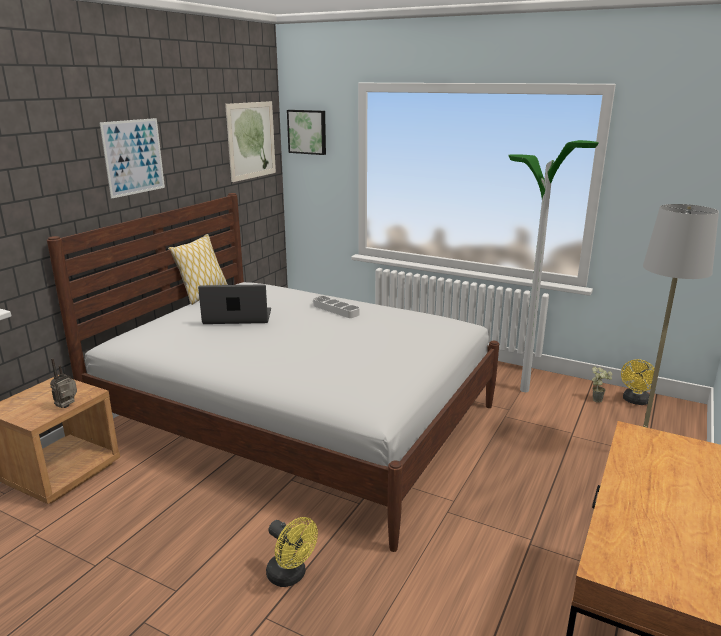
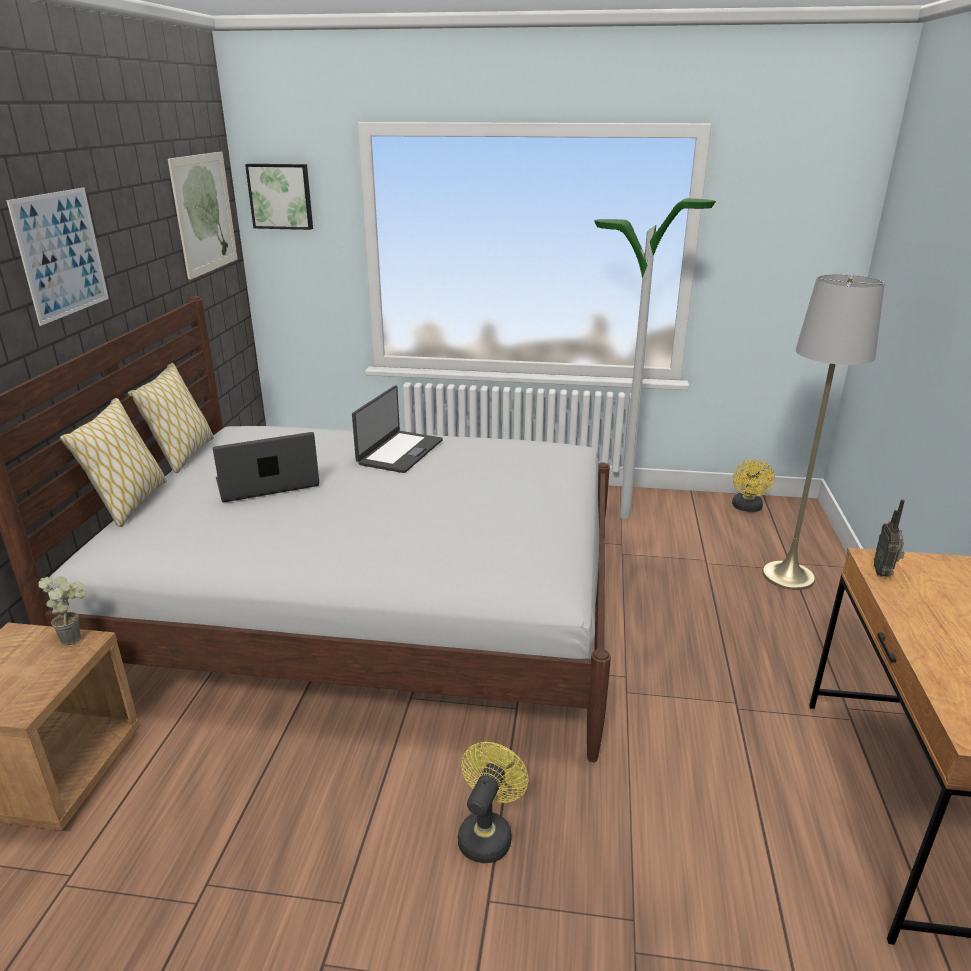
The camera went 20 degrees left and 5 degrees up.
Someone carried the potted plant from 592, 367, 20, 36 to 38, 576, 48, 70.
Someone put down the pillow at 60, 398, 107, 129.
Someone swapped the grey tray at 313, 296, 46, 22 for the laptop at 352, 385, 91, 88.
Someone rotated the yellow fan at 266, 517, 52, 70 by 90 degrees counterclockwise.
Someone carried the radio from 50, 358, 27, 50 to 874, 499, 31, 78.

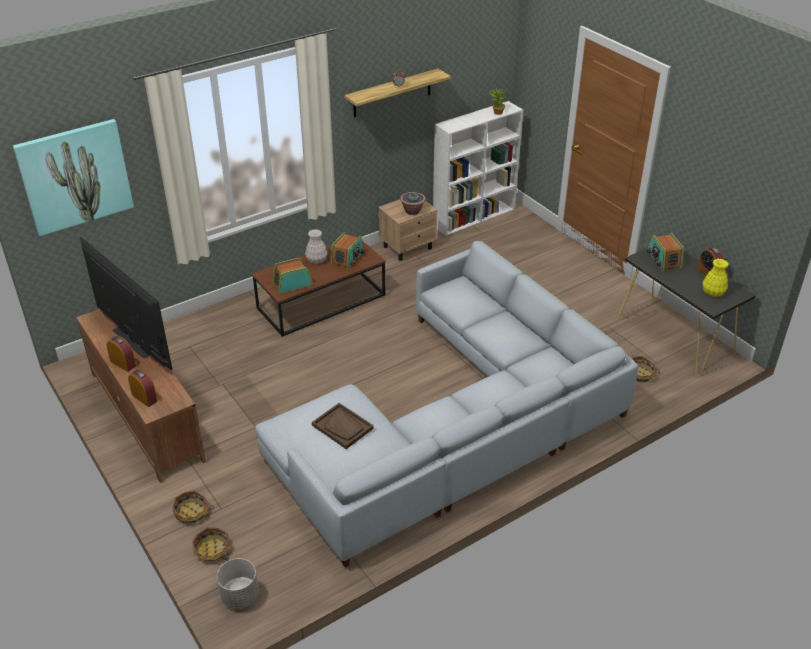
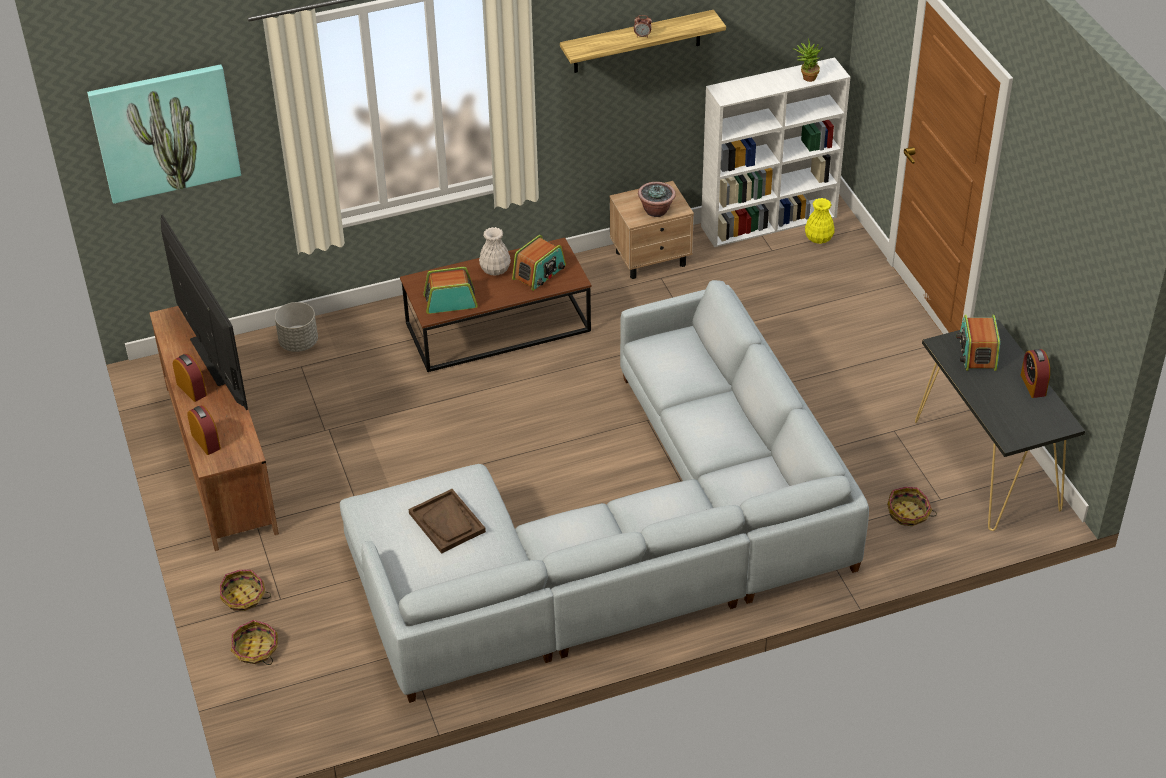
The camera went 15 degrees right and 5 degrees up.
Someone carried the grey planter from 217, 558, 42, 51 to 275, 302, 43, 50.
Someone carried the yellow vase from 703, 259, 26, 38 to 805, 198, 30, 46.

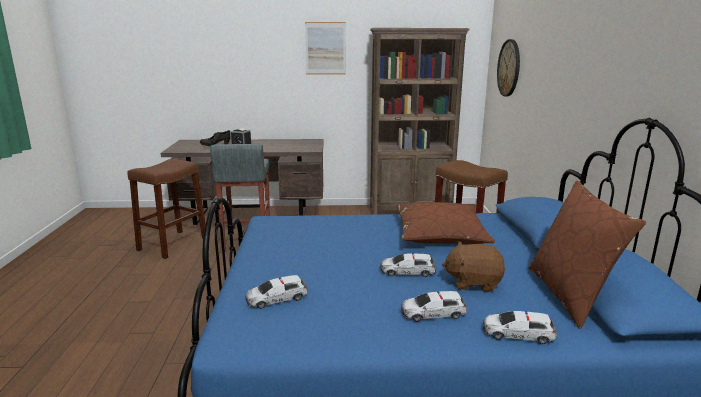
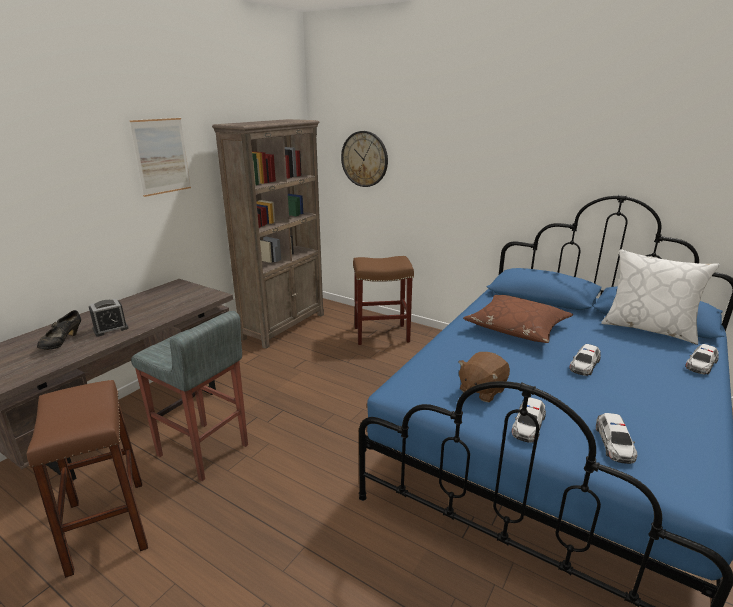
The camera went 55 degrees left and 5 degrees up.
Someone carried the brown plush toy from 442, 242, 63, 50 to 458, 352, 52, 50.
Someone carried the toy car from 401, 291, 66, 31 to 512, 398, 34, 45.
Someone repainted the brown pillow at 528, 181, 118, 148, which became the white pillow at 601, 249, 119, 96.

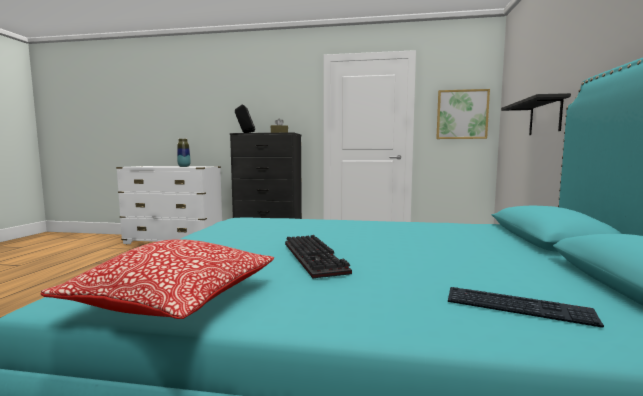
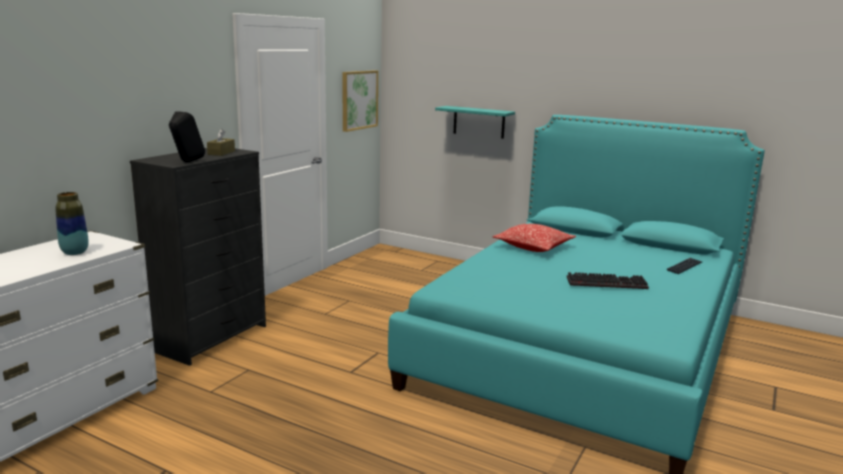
The camera went 70 degrees left and 10 degrees up.
Someone repainted the black shelf at 501, 93, 70, 42, which became the turquoise shelf at 435, 106, 80, 33.
Someone carried the pillow from 41, 239, 233, 80 to 493, 224, 83, 28.

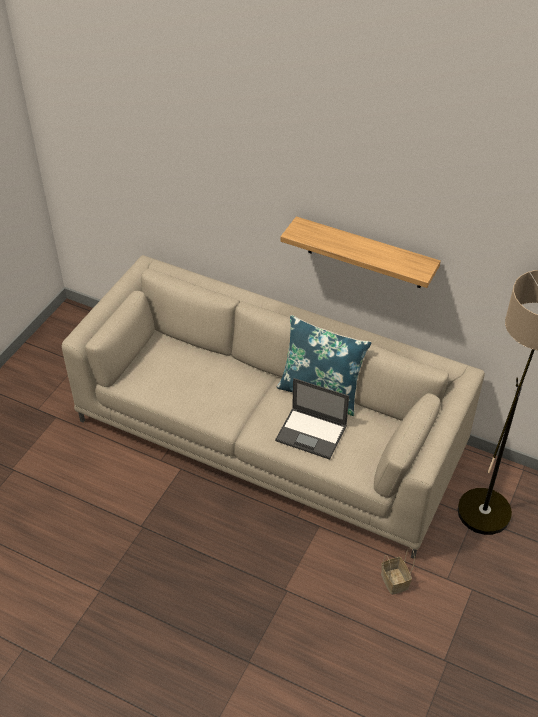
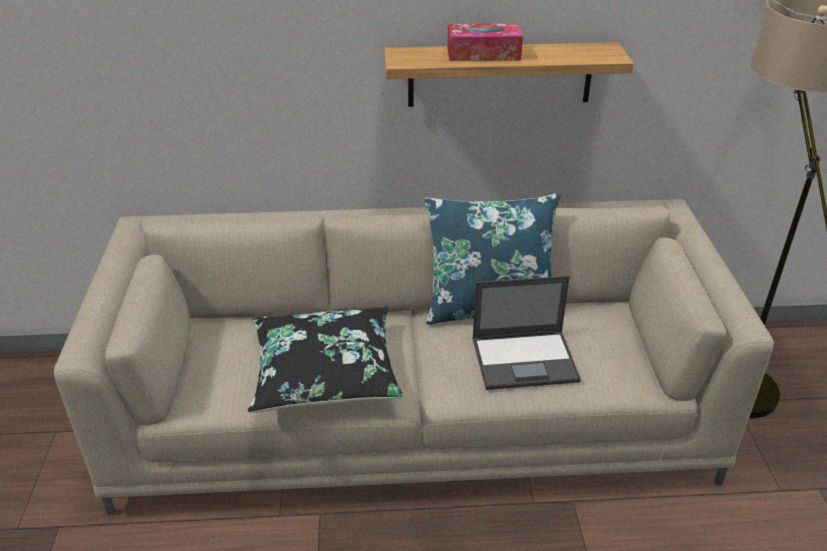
The camera went 30 degrees left and 10 degrees down.
Someone put down the black pillow at 248, 307, 156, 106.
Someone put down the tissue box at 447, 23, 76, 38.
Someone took away the basket at 381, 547, 34, 48.

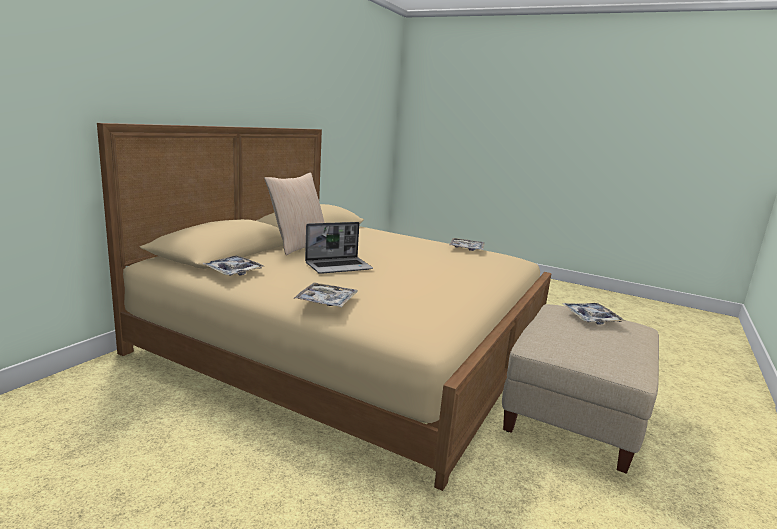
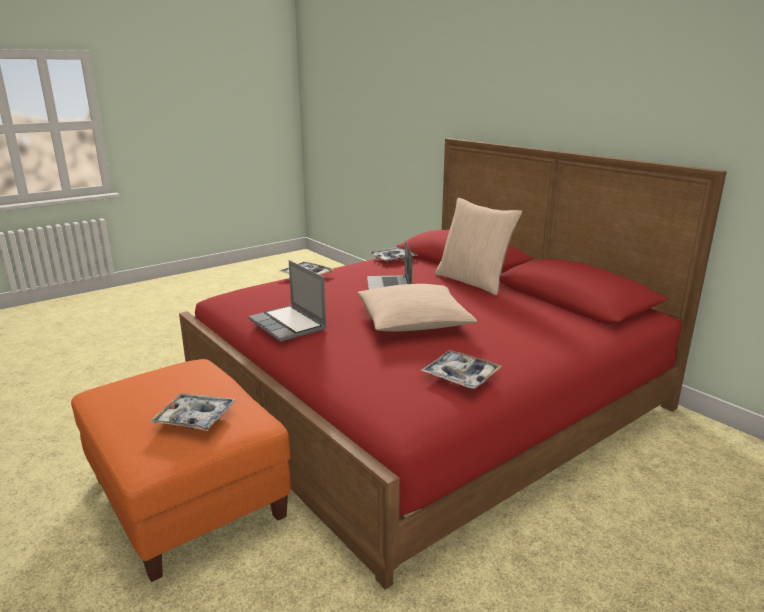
The camera went 115 degrees right and 5 degrees up.
Someone repainted the beige ottoman at 502, 304, 157, 170, which became the orange ottoman at 71, 359, 220, 223.
Someone repainted the beige bed at 97, 123, 455, 368, which became the red bed at 179, 138, 548, 452.
Someone put down the laptop at 248, 260, 79, 82.
Someone put down the beige pillow at 357, 284, 120, 48.

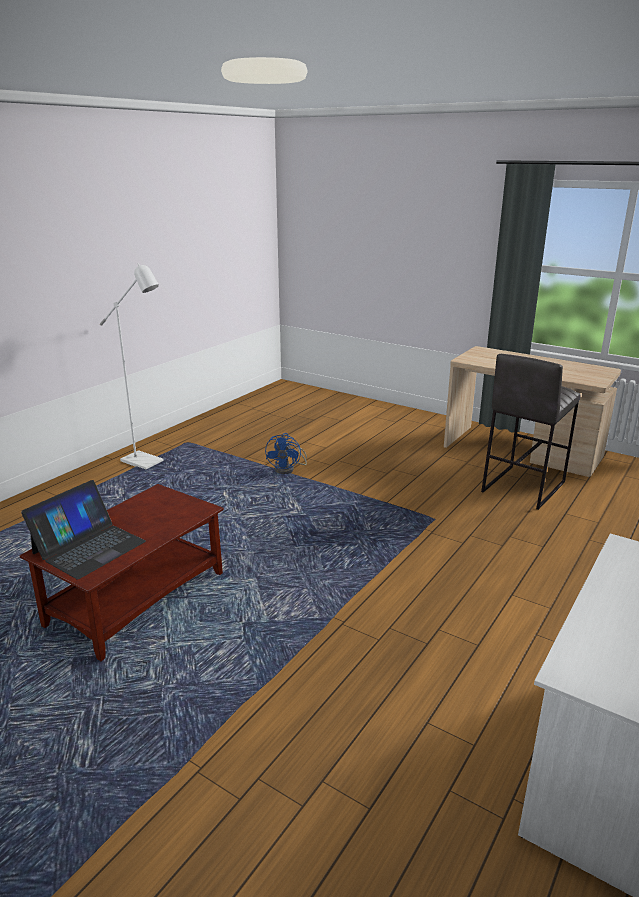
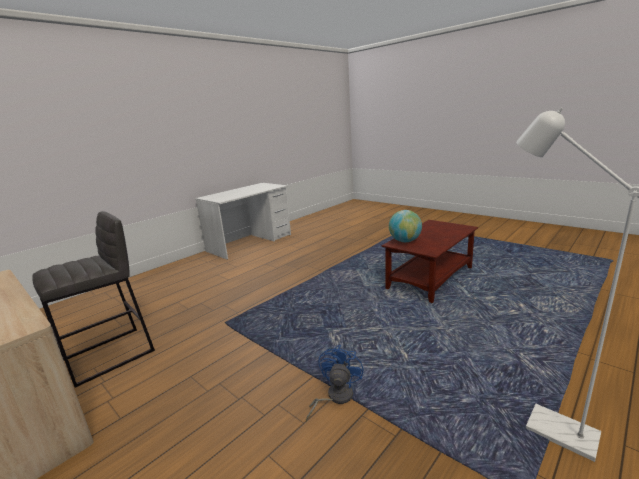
The camera went 170 degrees left and 5 degrees down.
Someone put down the globe at 389, 210, 33, 32.
Someone took away the laptop at 21, 480, 125, 99.

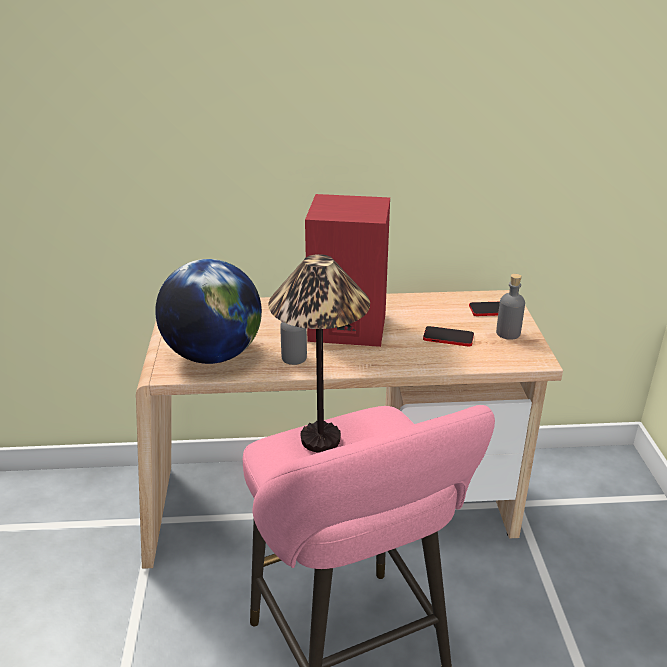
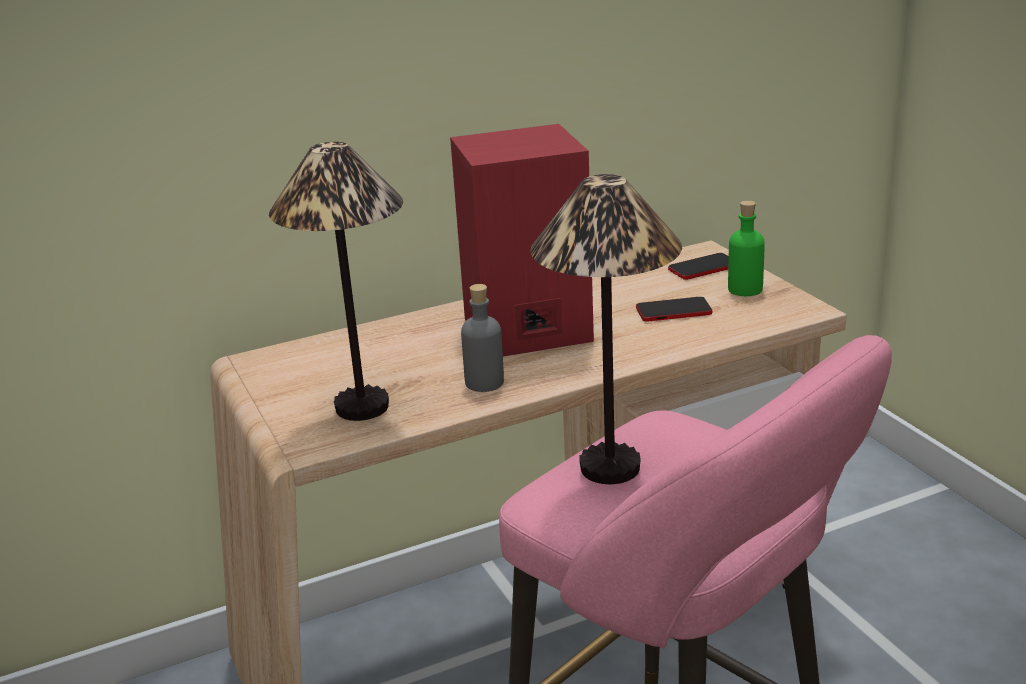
The camera went 20 degrees left and 5 degrees down.
Someone swapped the globe at 155, 259, 107, 105 for the table lamp at 269, 142, 134, 279.
Someone repainted the grey bottle at 496, 274, 29, 66, which became the green bottle at 728, 201, 37, 95.

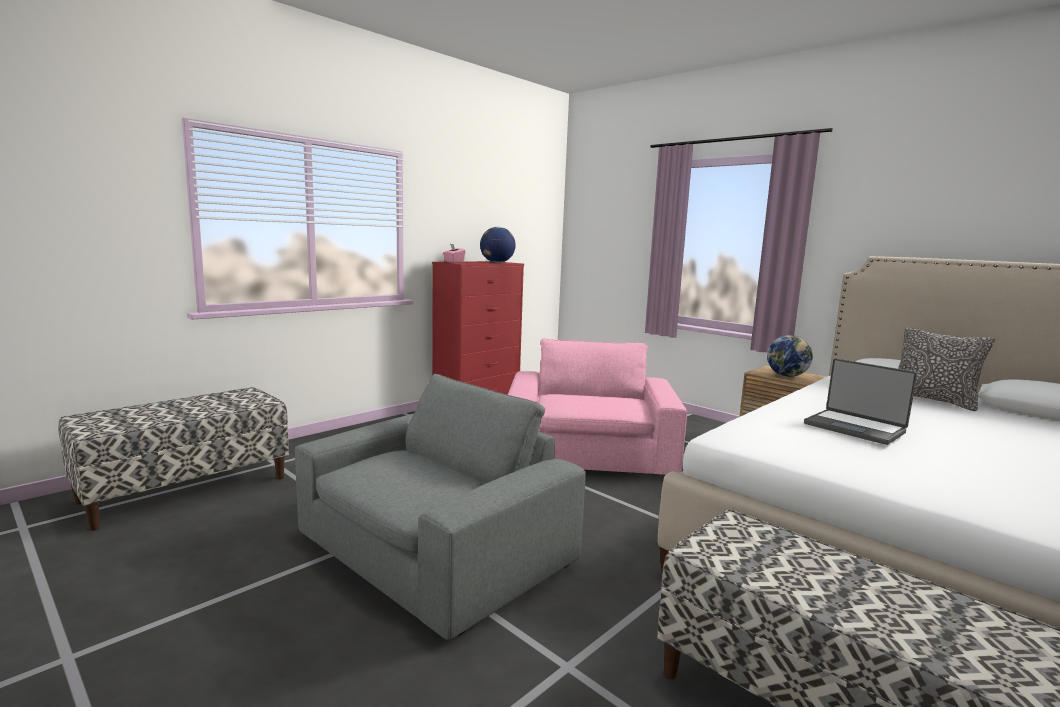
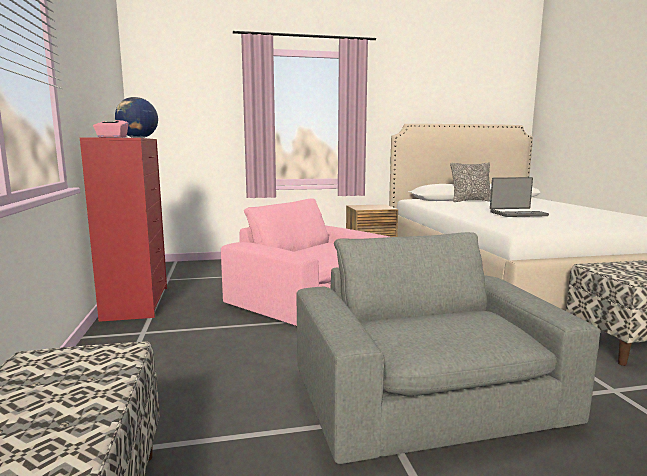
The camera went 55 degrees left and 0 degrees up.
Someone took away the globe at 767, 335, 46, 42.

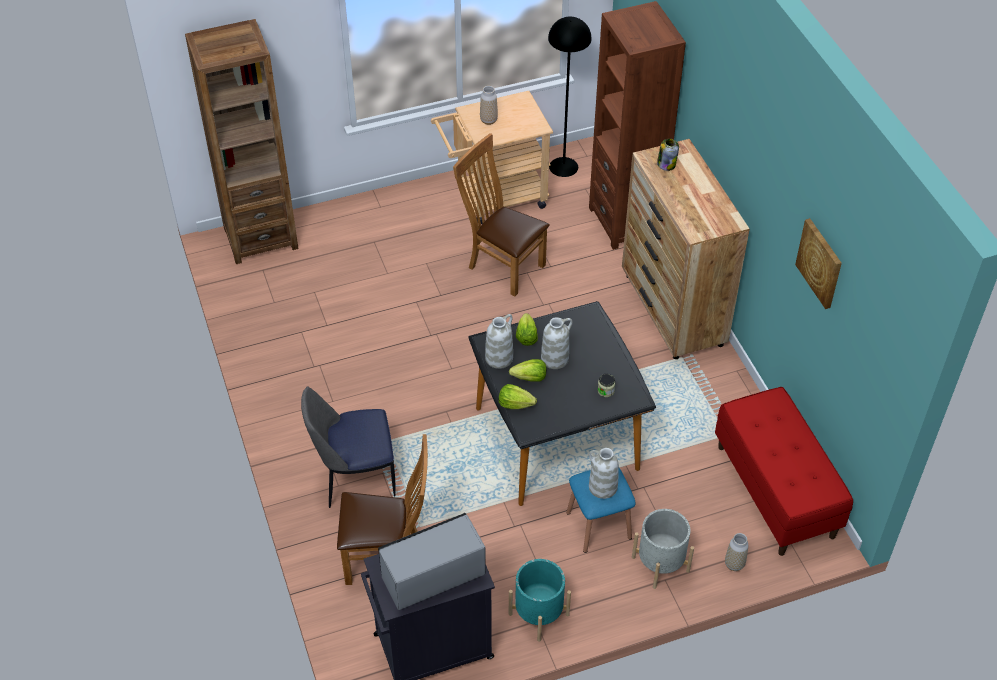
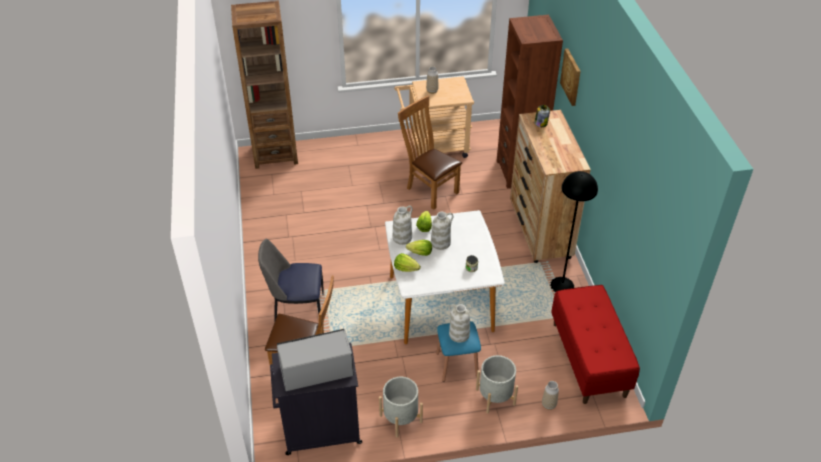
The camera went 10 degrees right and 5 degrees down.
Someone repainted the turquoise planter at 509, 559, 62, 83, which became the grey planter at 379, 377, 44, 60.
Someone repainted the black dining table at 468, 301, 188, 205, which became the white dining table at 385, 210, 120, 134.
Someone carried the black floor lamp from 548, 17, 44, 160 to 550, 171, 48, 121.
Someone carried the picture from 795, 218, 47, 91 to 560, 48, 21, 58.

